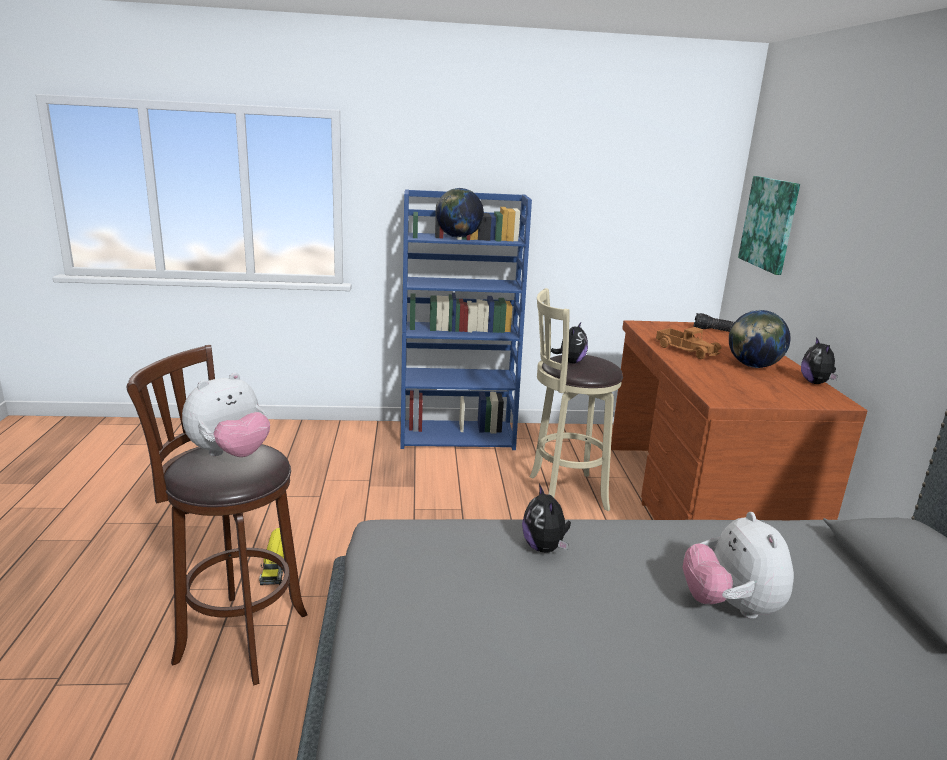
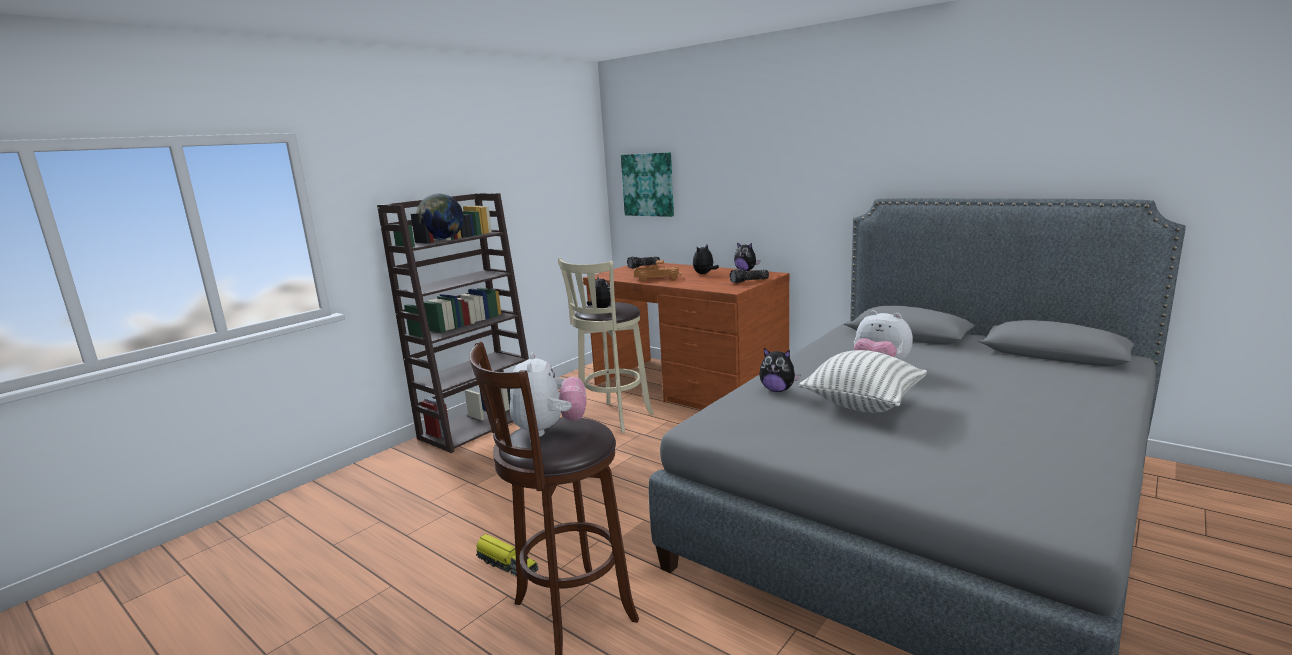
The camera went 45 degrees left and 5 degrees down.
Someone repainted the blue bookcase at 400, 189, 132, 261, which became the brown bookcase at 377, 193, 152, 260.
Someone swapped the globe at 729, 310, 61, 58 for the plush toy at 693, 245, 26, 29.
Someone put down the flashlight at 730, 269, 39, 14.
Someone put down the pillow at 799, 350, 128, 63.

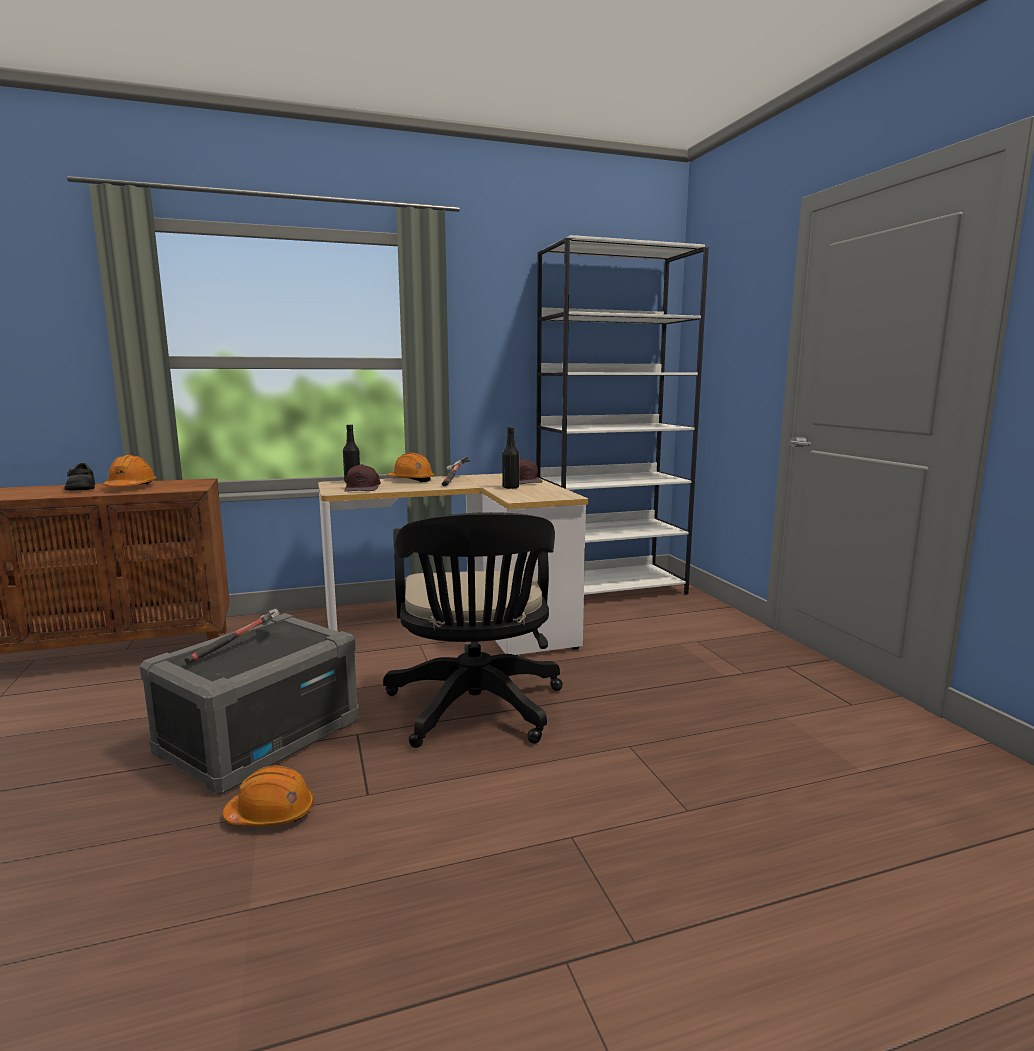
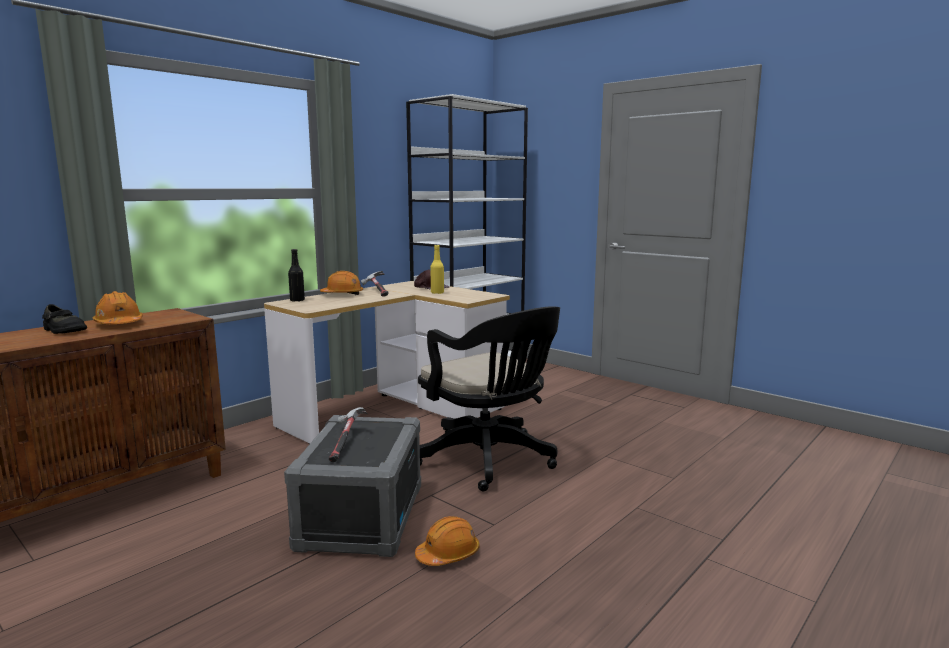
The camera went 30 degrees left and 0 degrees up.
Someone repainted the black bottle at 502, 427, 17, 62, which became the yellow bottle at 430, 245, 14, 49.
Someone took away the brown cap at 344, 464, 37, 28.

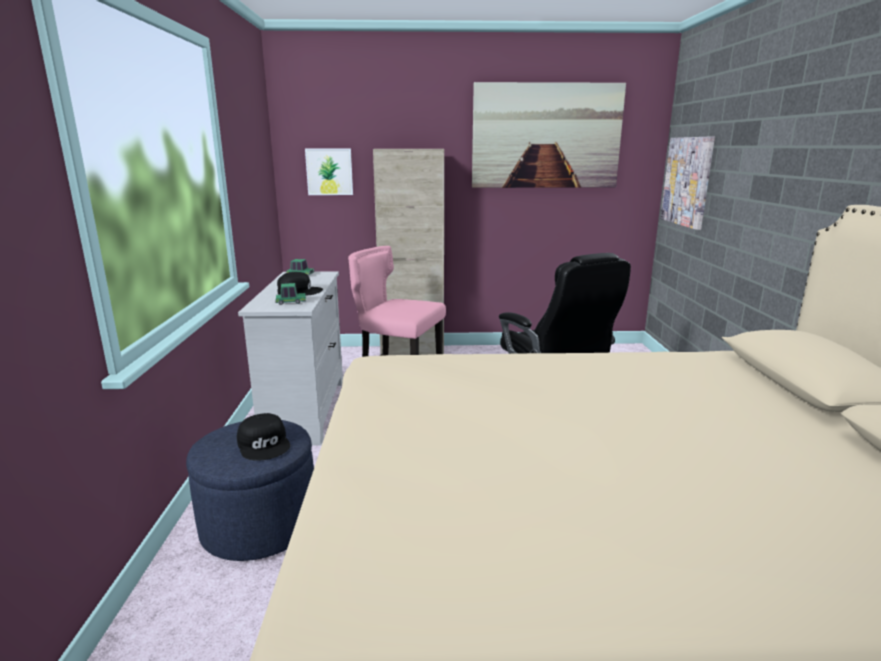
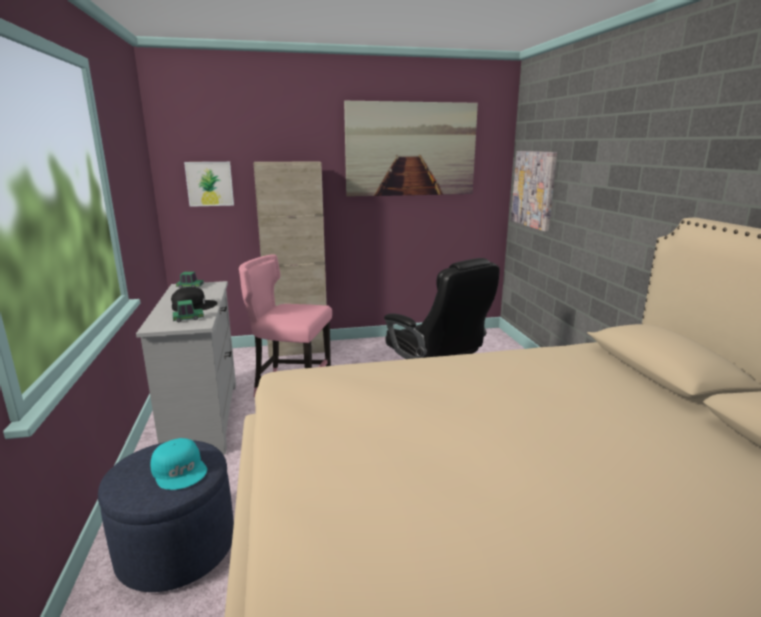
The camera went 10 degrees left and 0 degrees up.
Someone repainted the black cap at 237, 413, 53, 48, which became the turquoise cap at 150, 438, 57, 52.

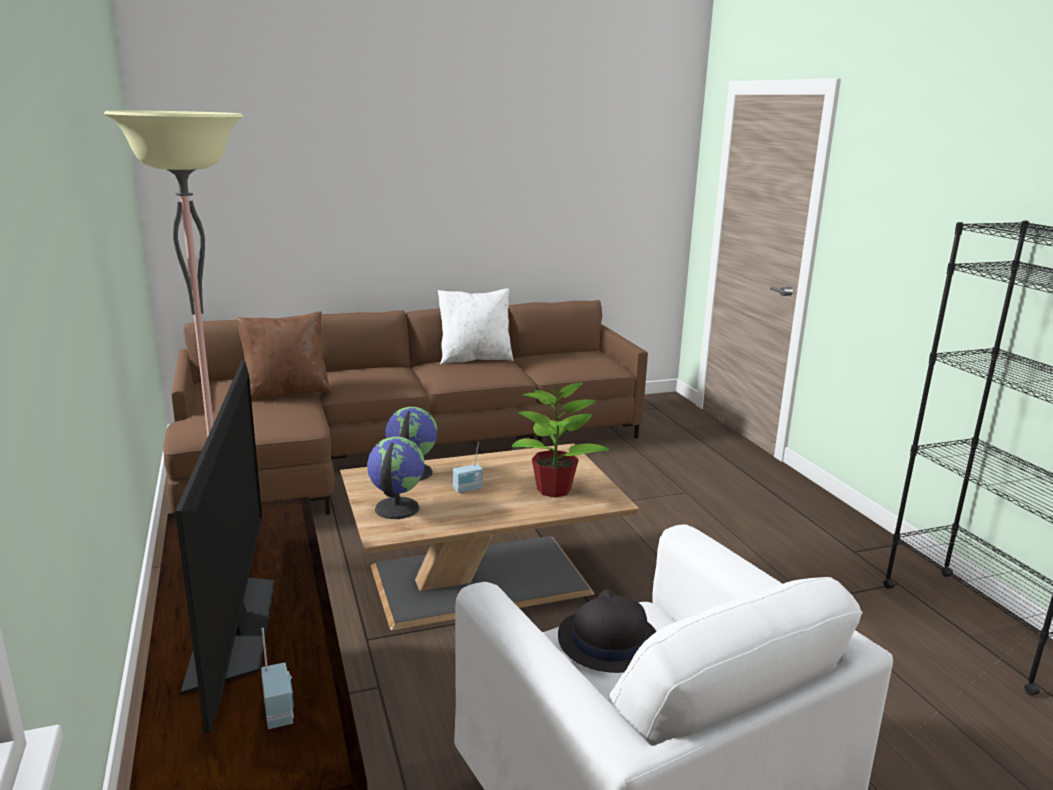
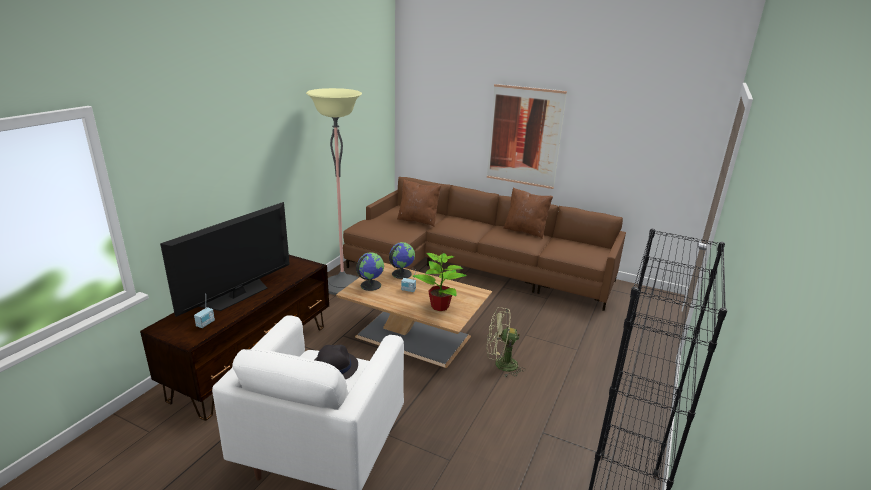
The camera went 45 degrees right and 5 degrees up.
Someone put down the green fan at 486, 307, 40, 70.
Someone put up the picture at 487, 84, 80, 105.
Someone repainted the white pillow at 438, 288, 76, 76, which became the brown pillow at 503, 188, 50, 51.

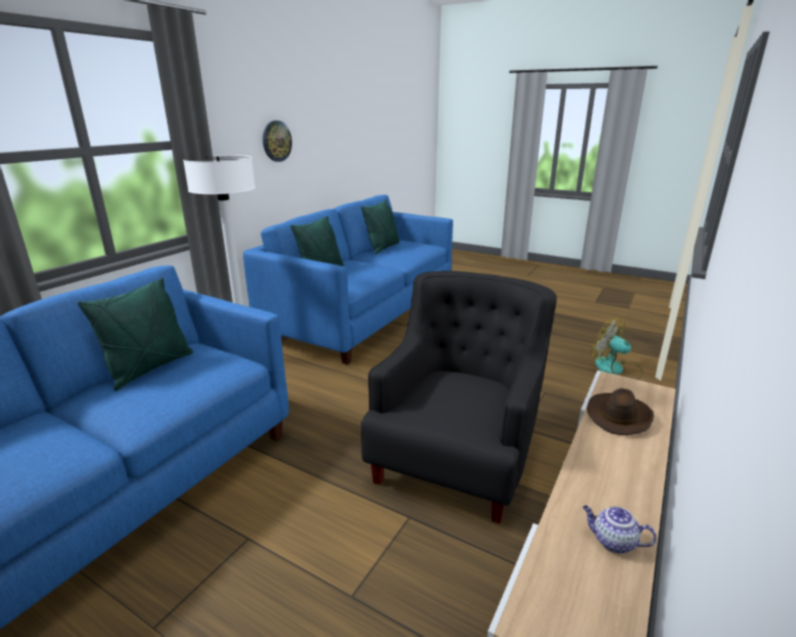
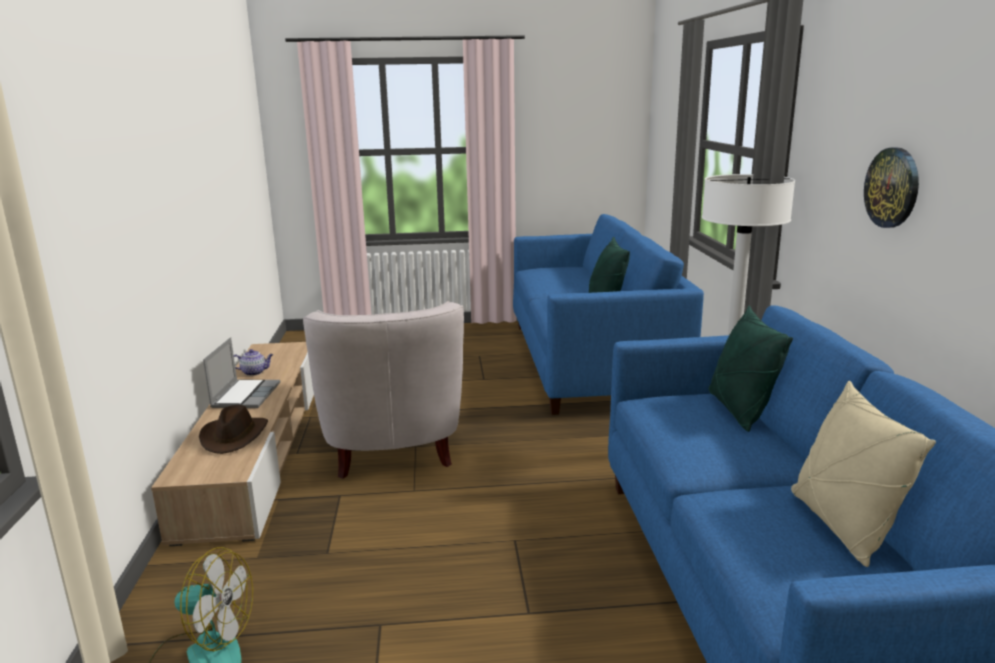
The camera went 145 degrees right and 5 degrees down.
Someone put down the laptop at 203, 337, 77, 71.
Someone repainted the black armchair at 361, 271, 196, 253, which became the white armchair at 303, 301, 161, 178.
Someone repainted the green pillow at 361, 200, 39, 55, which became the beige pillow at 791, 381, 145, 186.

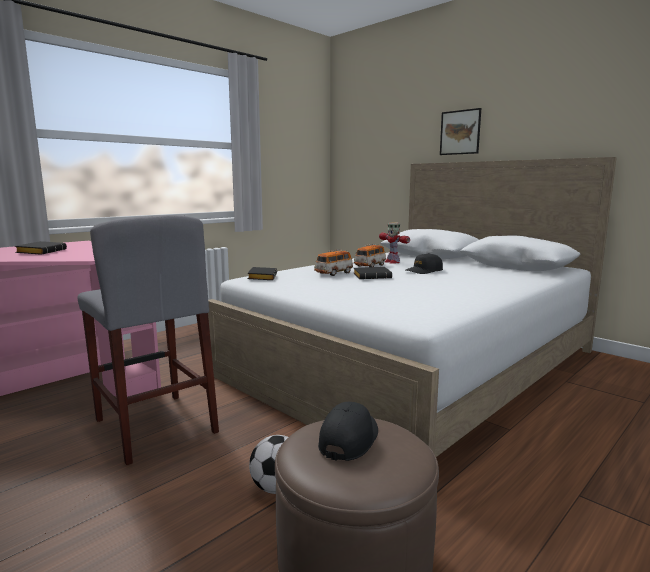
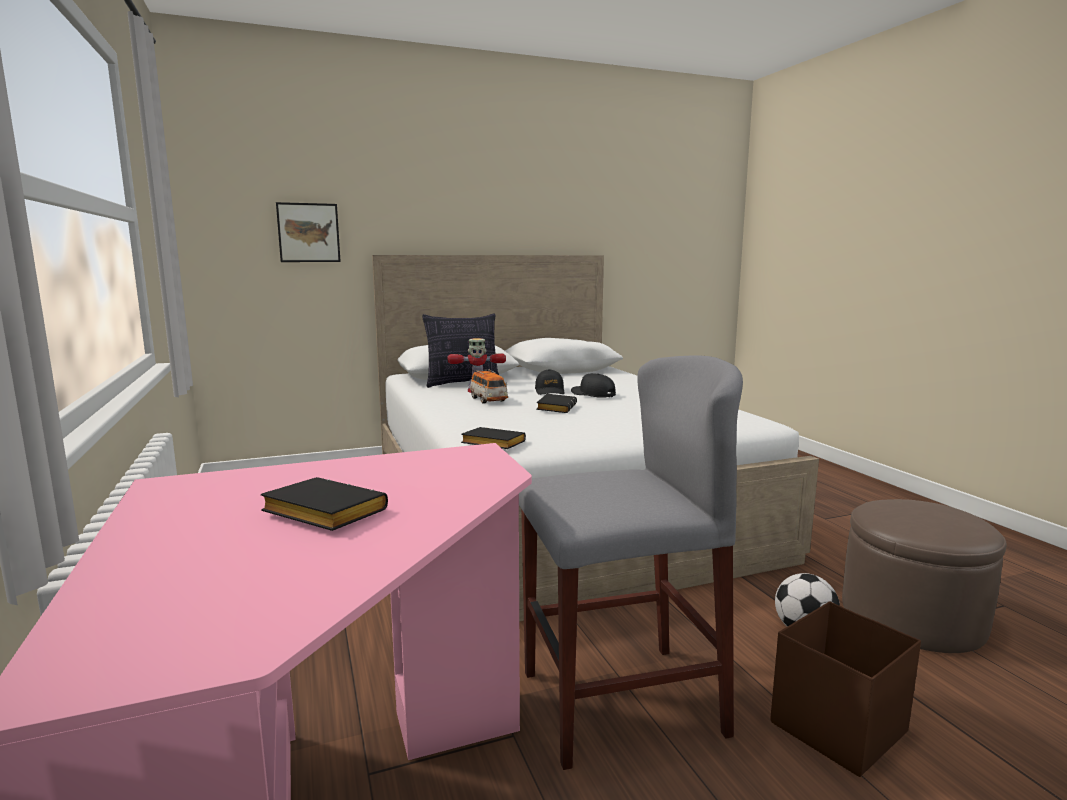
The camera went 65 degrees left and 0 degrees up.
Someone carried the picture from 440, 108, 41, 47 to 276, 202, 65, 60.
Someone put down the pillow at 422, 314, 77, 74.
Someone carried the black cap from 318, 402, 60, 59 to 571, 373, 45, 25.
Someone put down the brown storage box at 770, 602, 151, 175.
Someone took away the toy car at 314, 249, 39, 27.

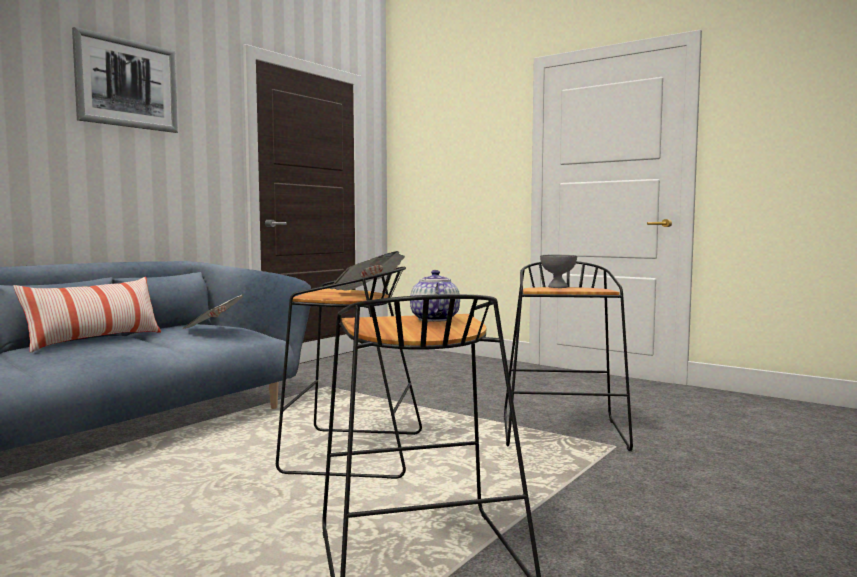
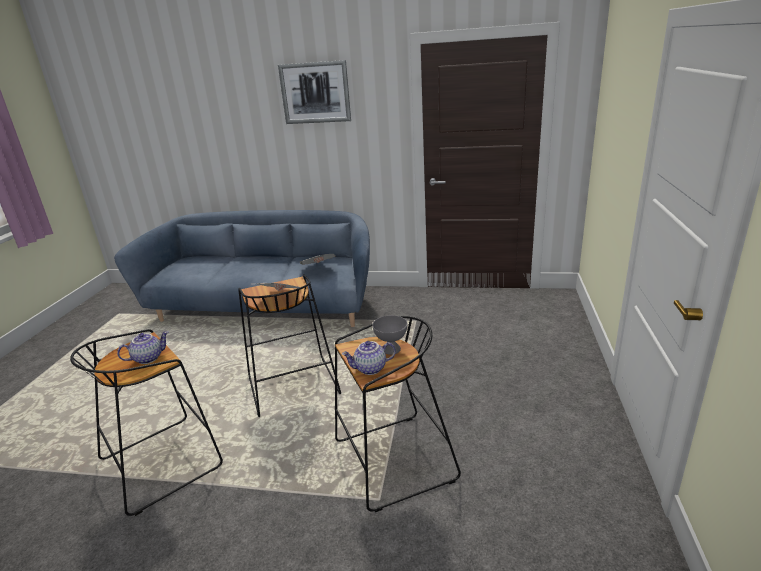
The camera went 65 degrees right and 20 degrees up.
Someone put down the teapot at 342, 341, 54, 34.
Someone took away the pillow at 14, 277, 147, 76.

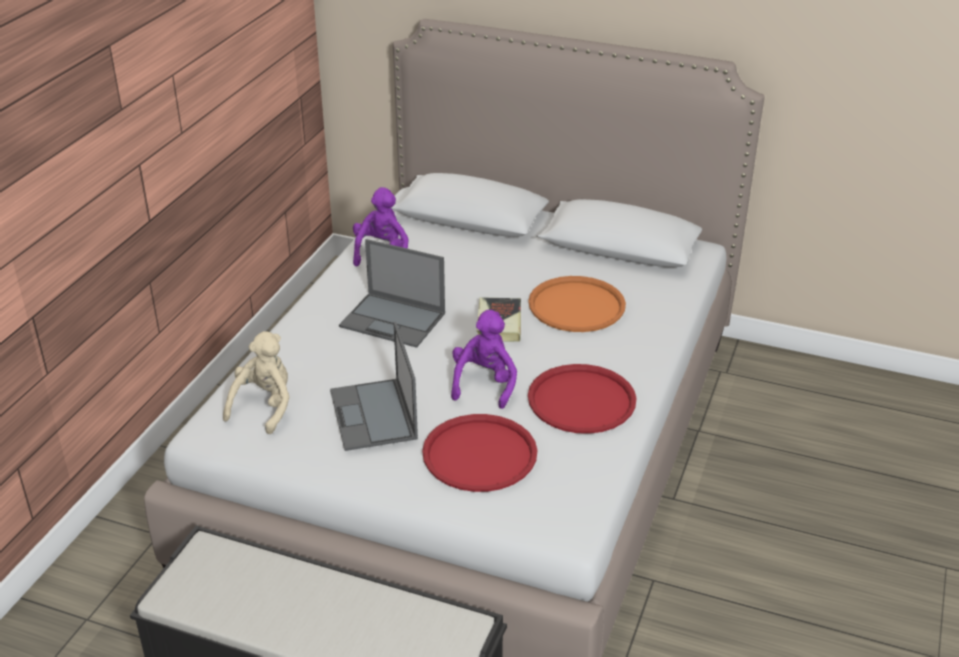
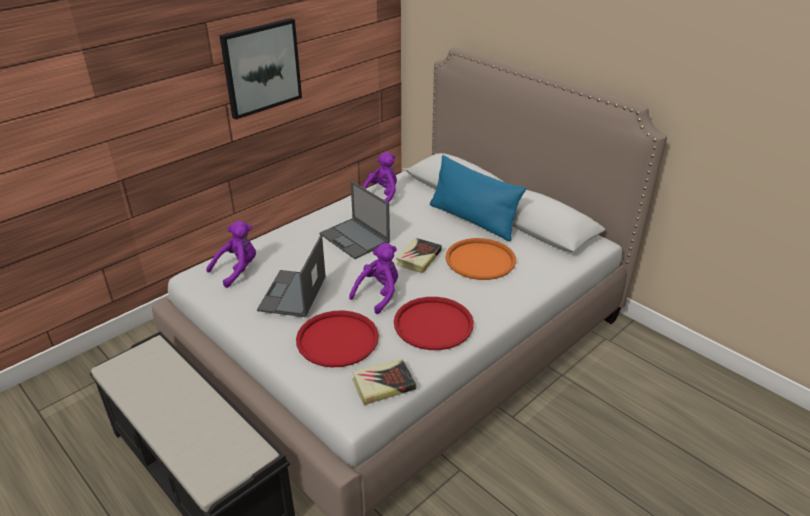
The camera went 25 degrees right and 0 degrees up.
Someone repainted the beige plush toy at 223, 331, 67, 103, which became the purple plush toy at 206, 221, 50, 67.
Someone put up the picture at 219, 18, 83, 101.
Someone put down the book at 352, 359, 64, 46.
Someone put down the blue pillow at 430, 155, 96, 86.

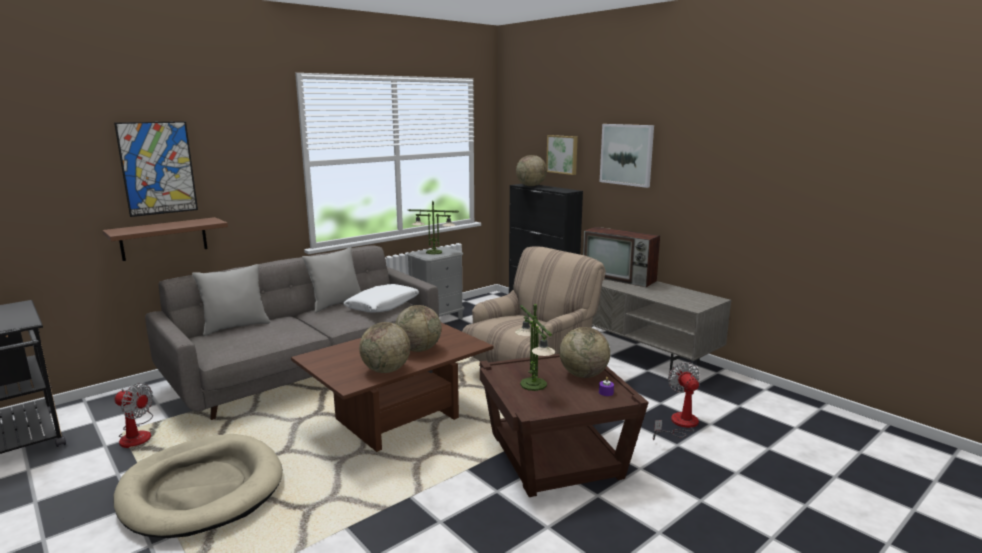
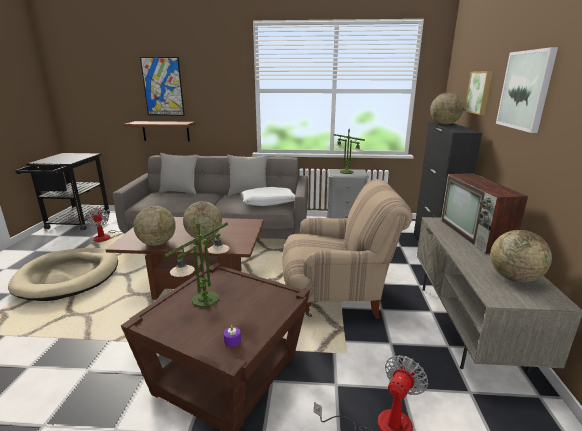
The camera went 45 degrees right and 5 degrees up.
Someone carried the globe from 559, 327, 51, 51 to 490, 230, 62, 52.

